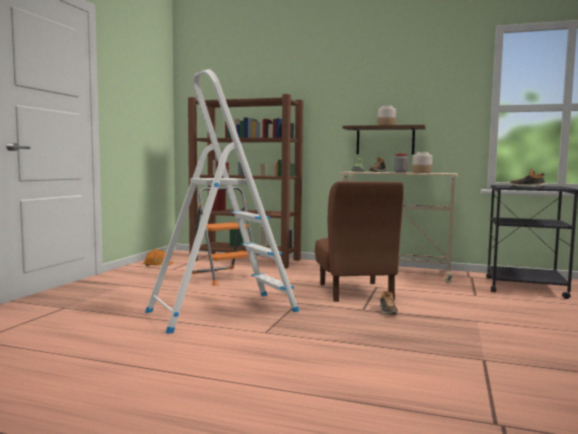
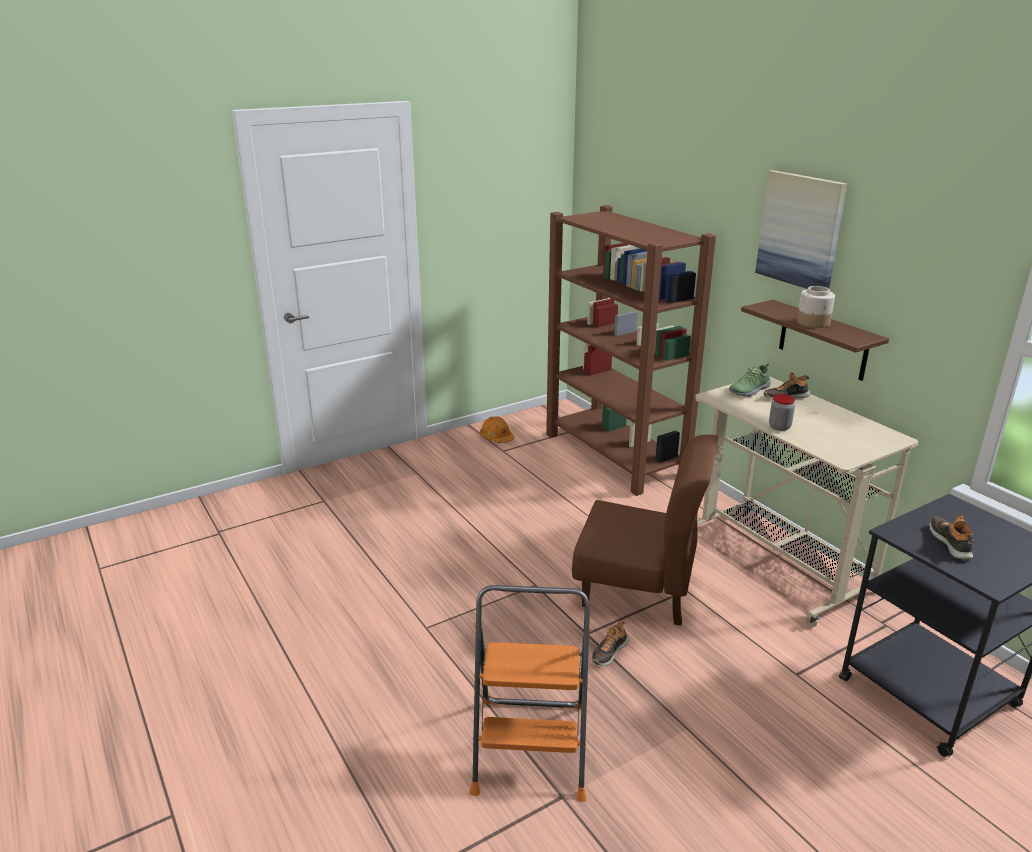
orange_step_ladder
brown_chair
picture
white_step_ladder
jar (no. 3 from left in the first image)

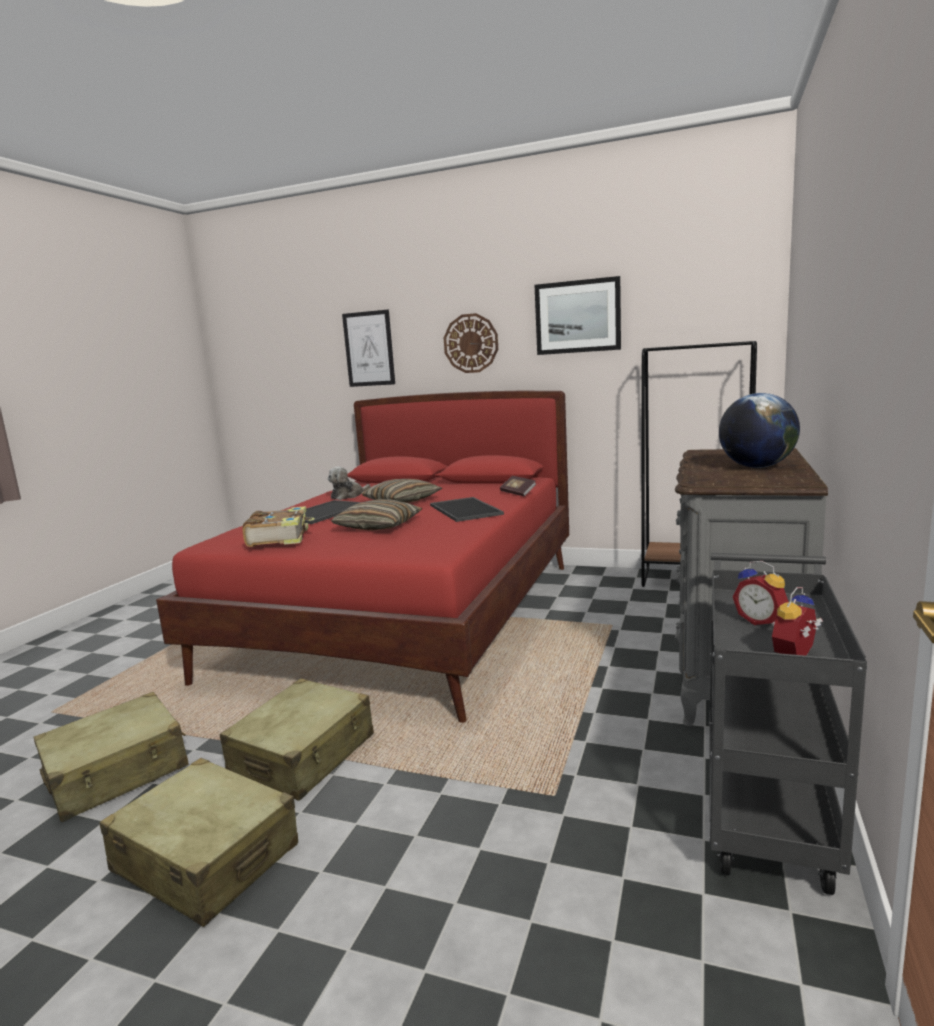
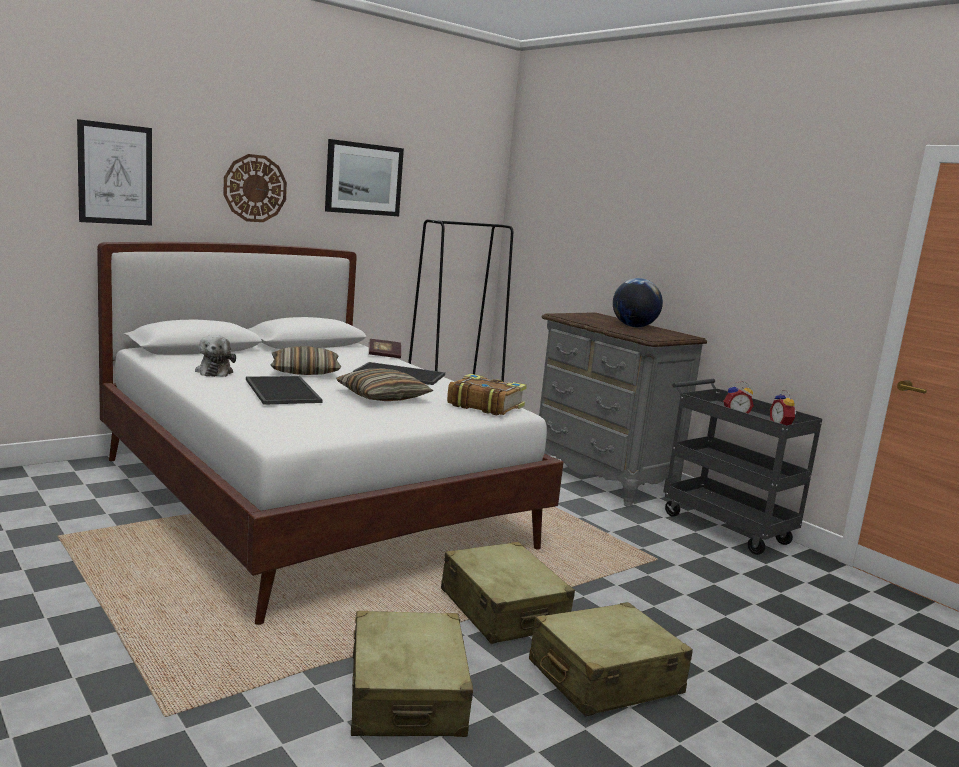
white_bed
book (no. 2 from left)

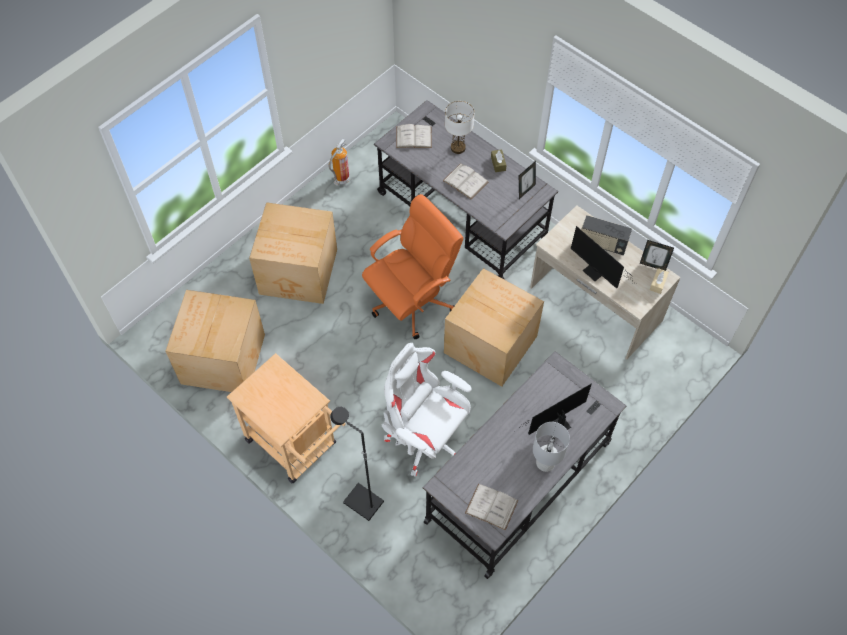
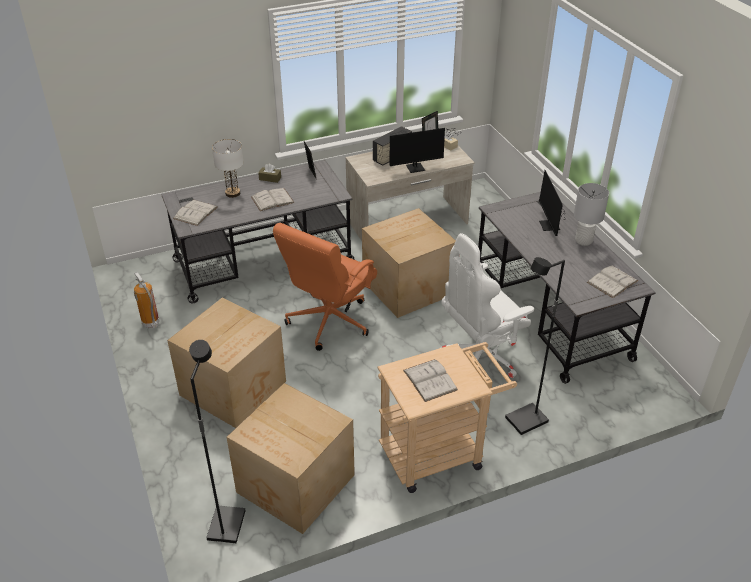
black_floor_lamp (no. 1 from left)
orange_office_chair
white_book (no. 3 from left)

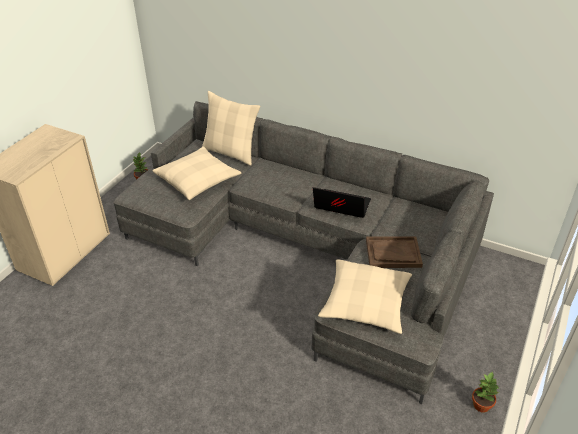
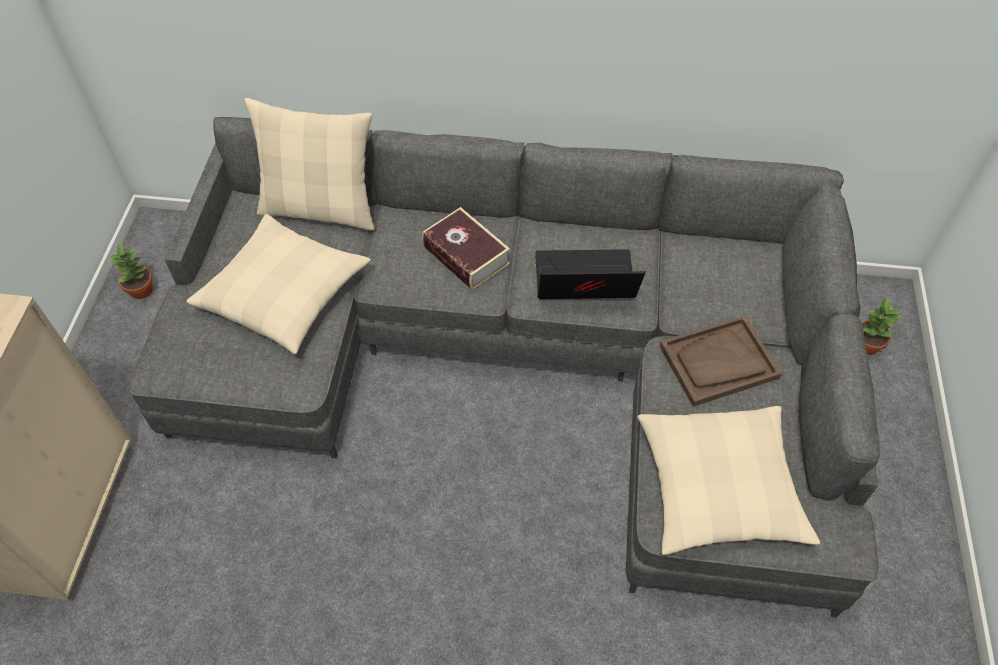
book
potted_plant (no. 2 from left)

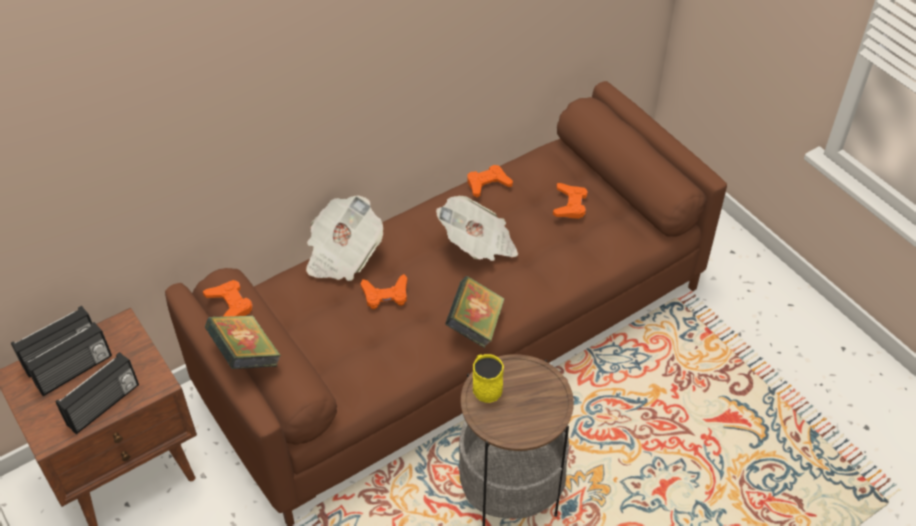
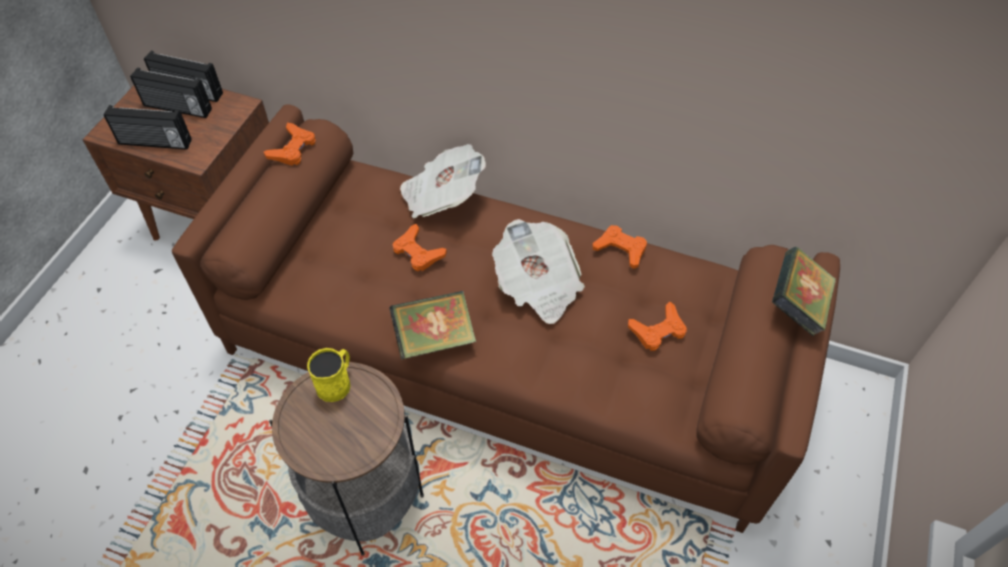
book (no. 2 from left)

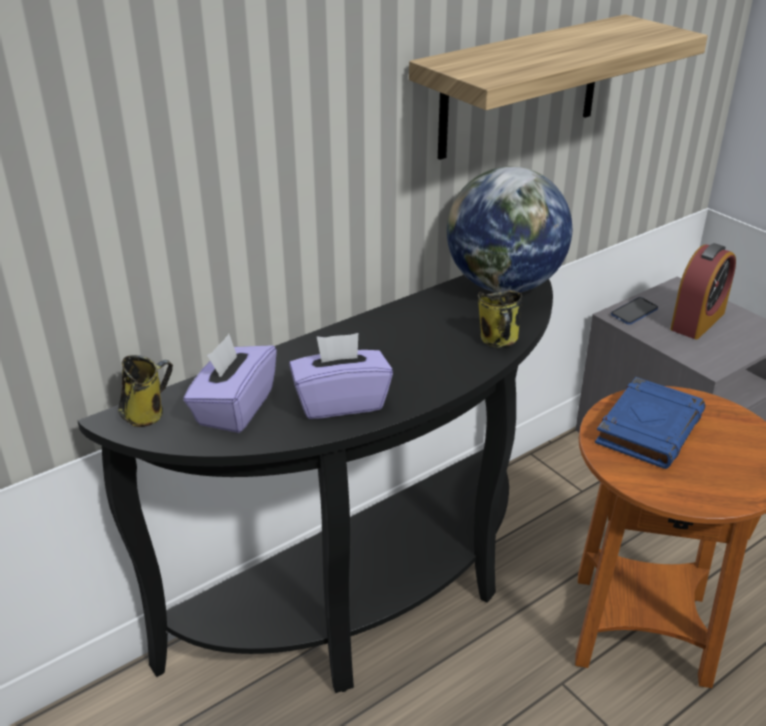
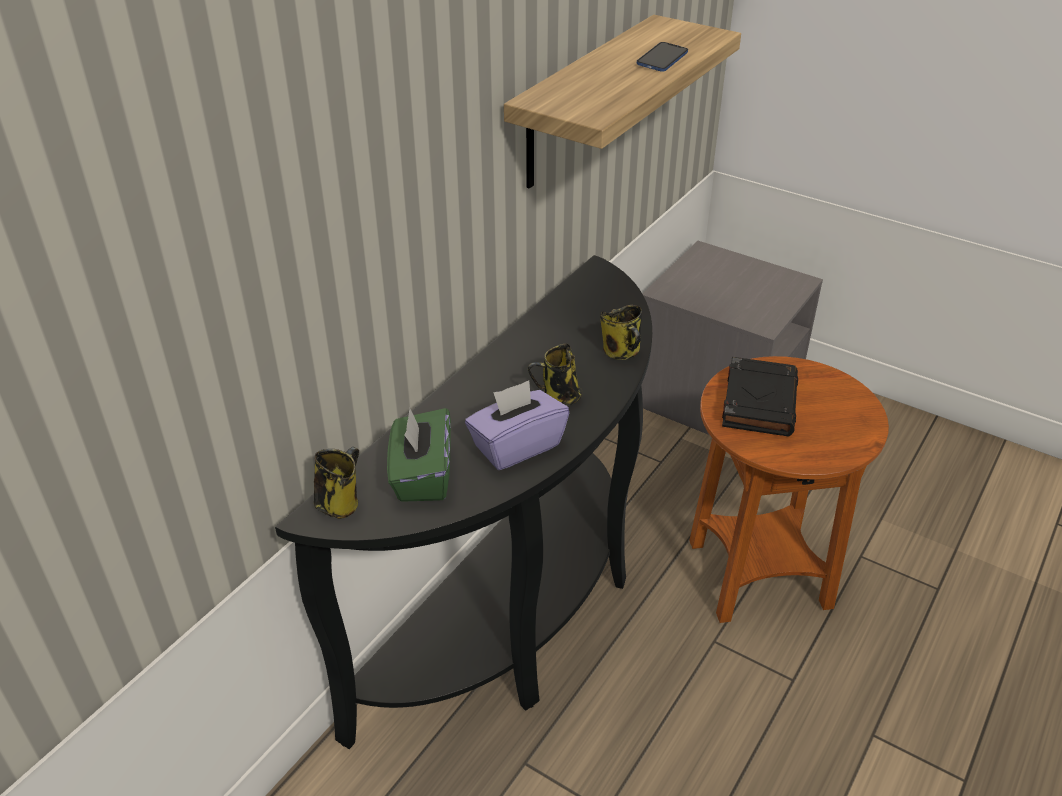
green_tissue_box
mug (no. 2 from left)
phone
black_book
globe
alarm_clock

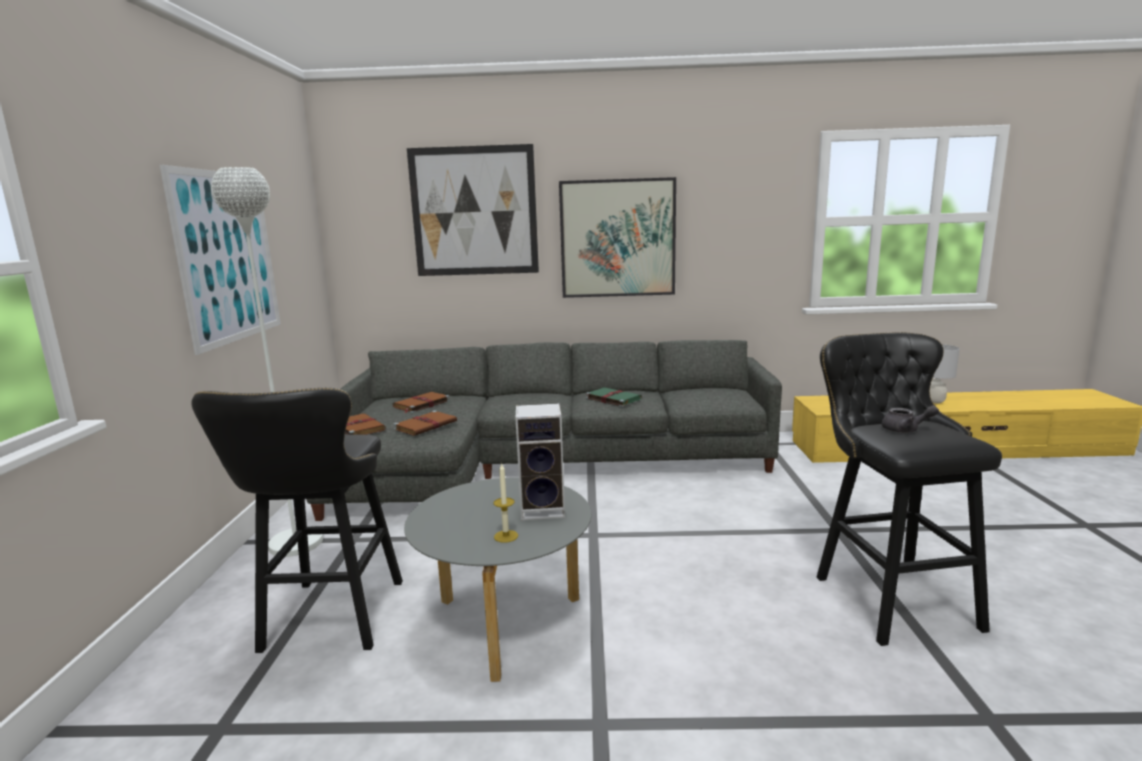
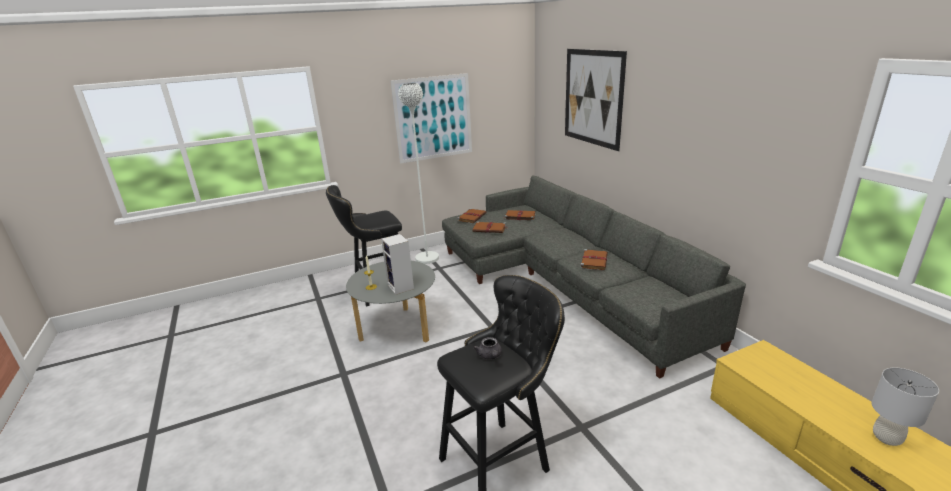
brown_book (no. 4 from left)
picture (no. 3 from left in the first image)

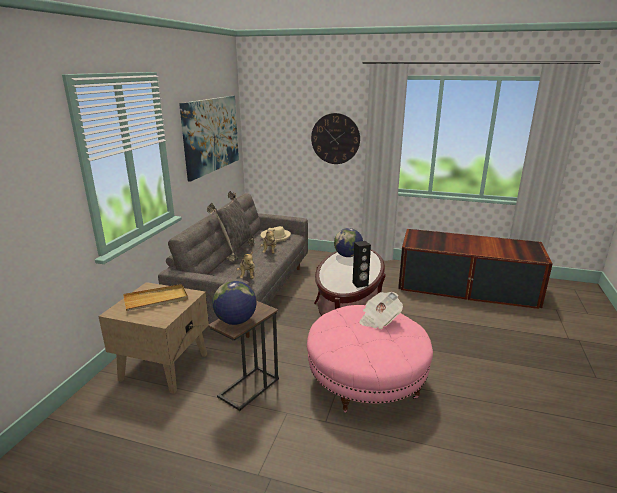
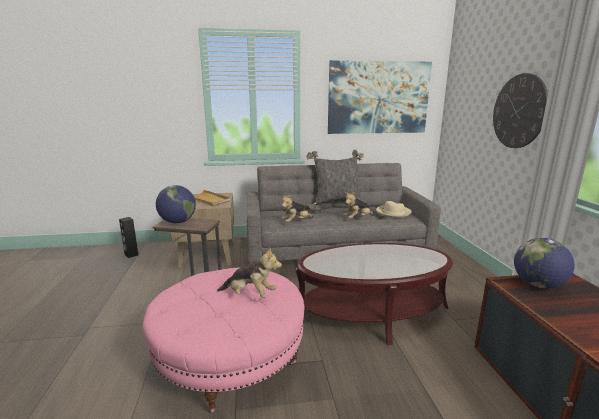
black_speaker
plush_toy (no. 1 from left)
globe (no. 2 from left)

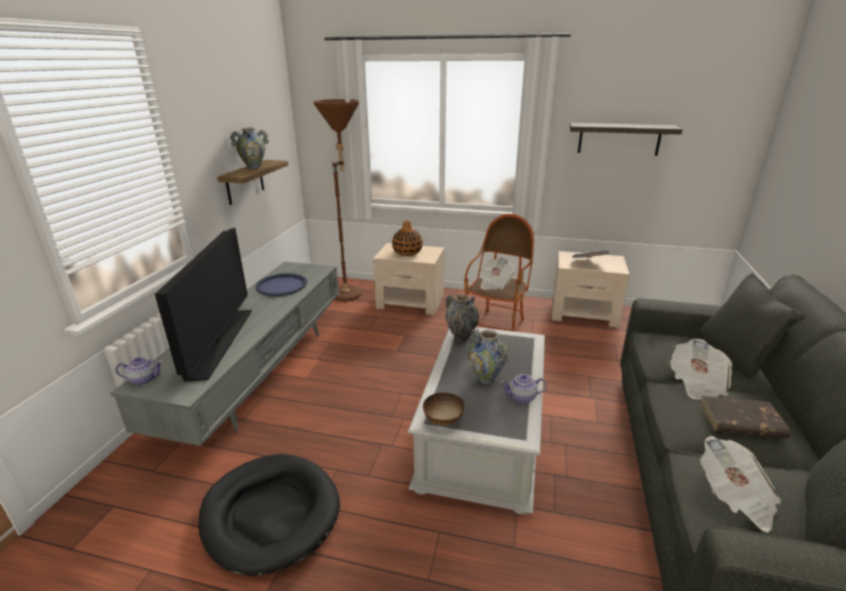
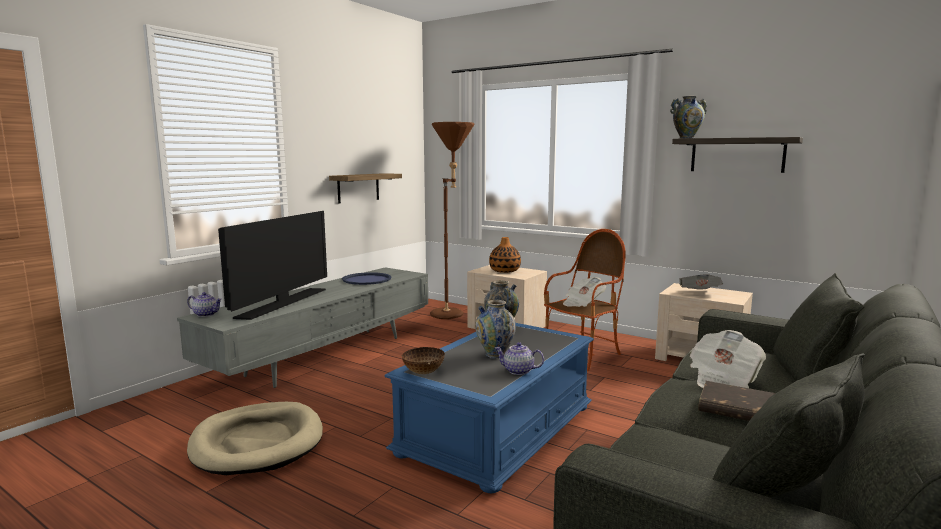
beige_dog_bed
blue_coffee_table
vase (no. 4 from left)
newspaper (no. 4 from left in the first image)

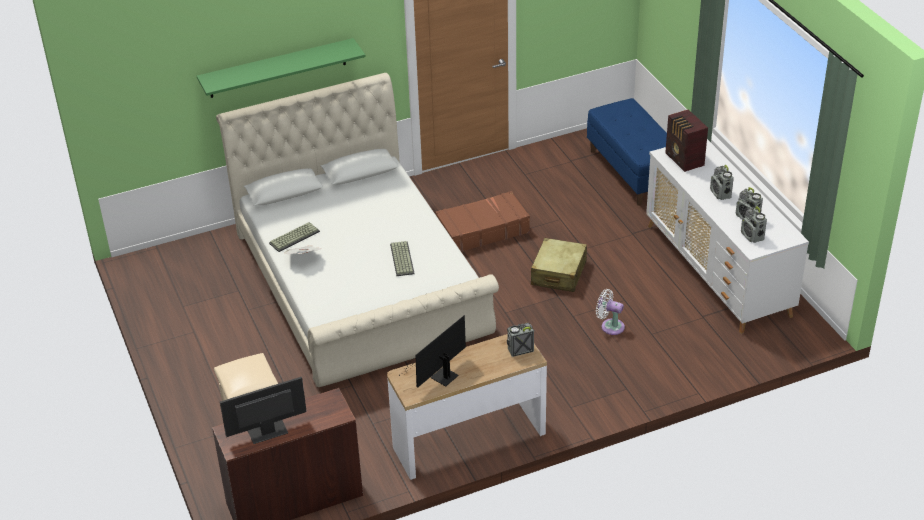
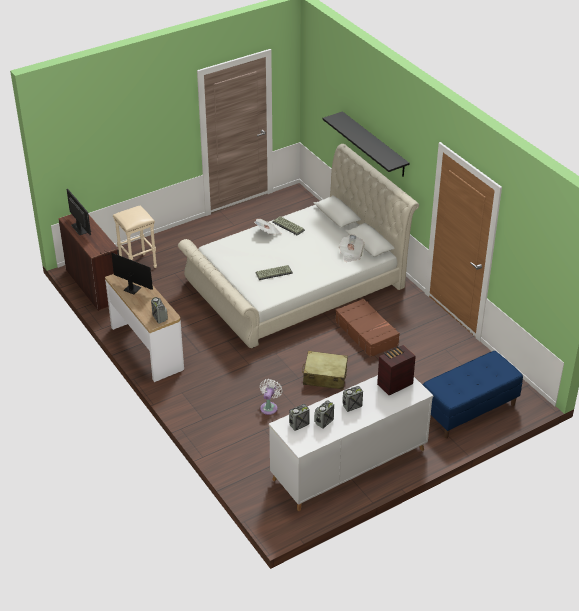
black_shelf
newspaper (no. 2 from left)

